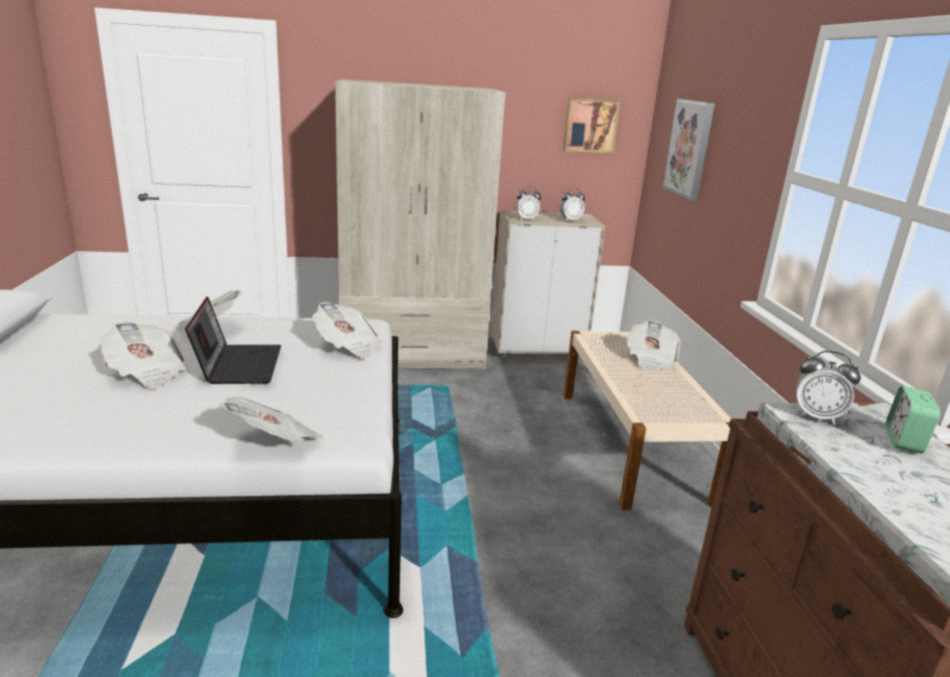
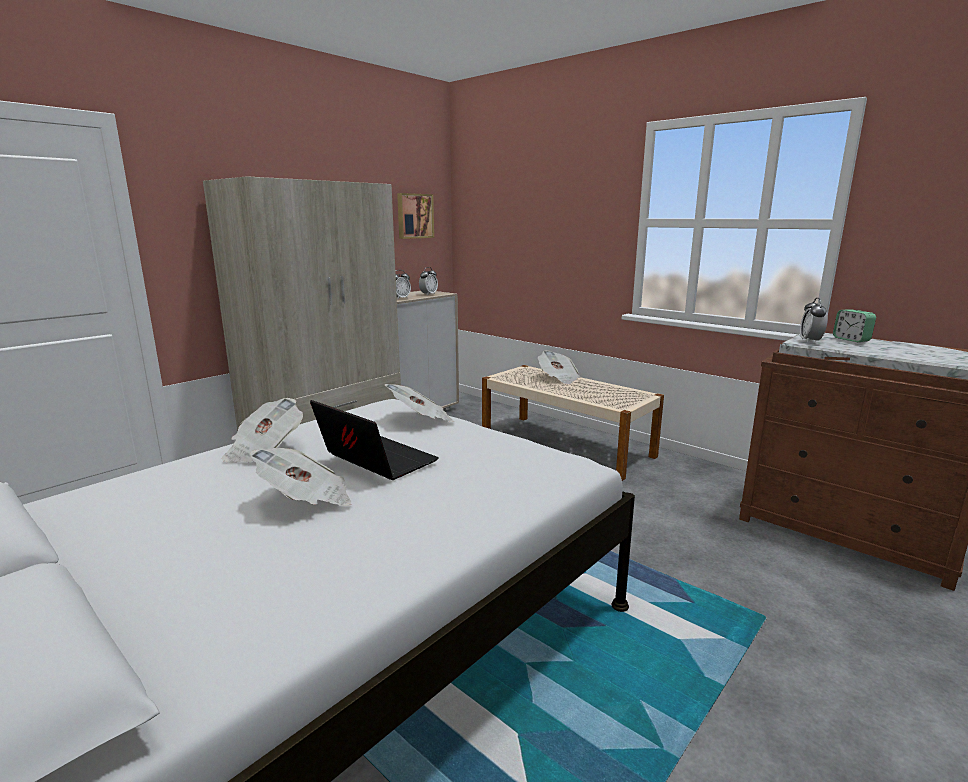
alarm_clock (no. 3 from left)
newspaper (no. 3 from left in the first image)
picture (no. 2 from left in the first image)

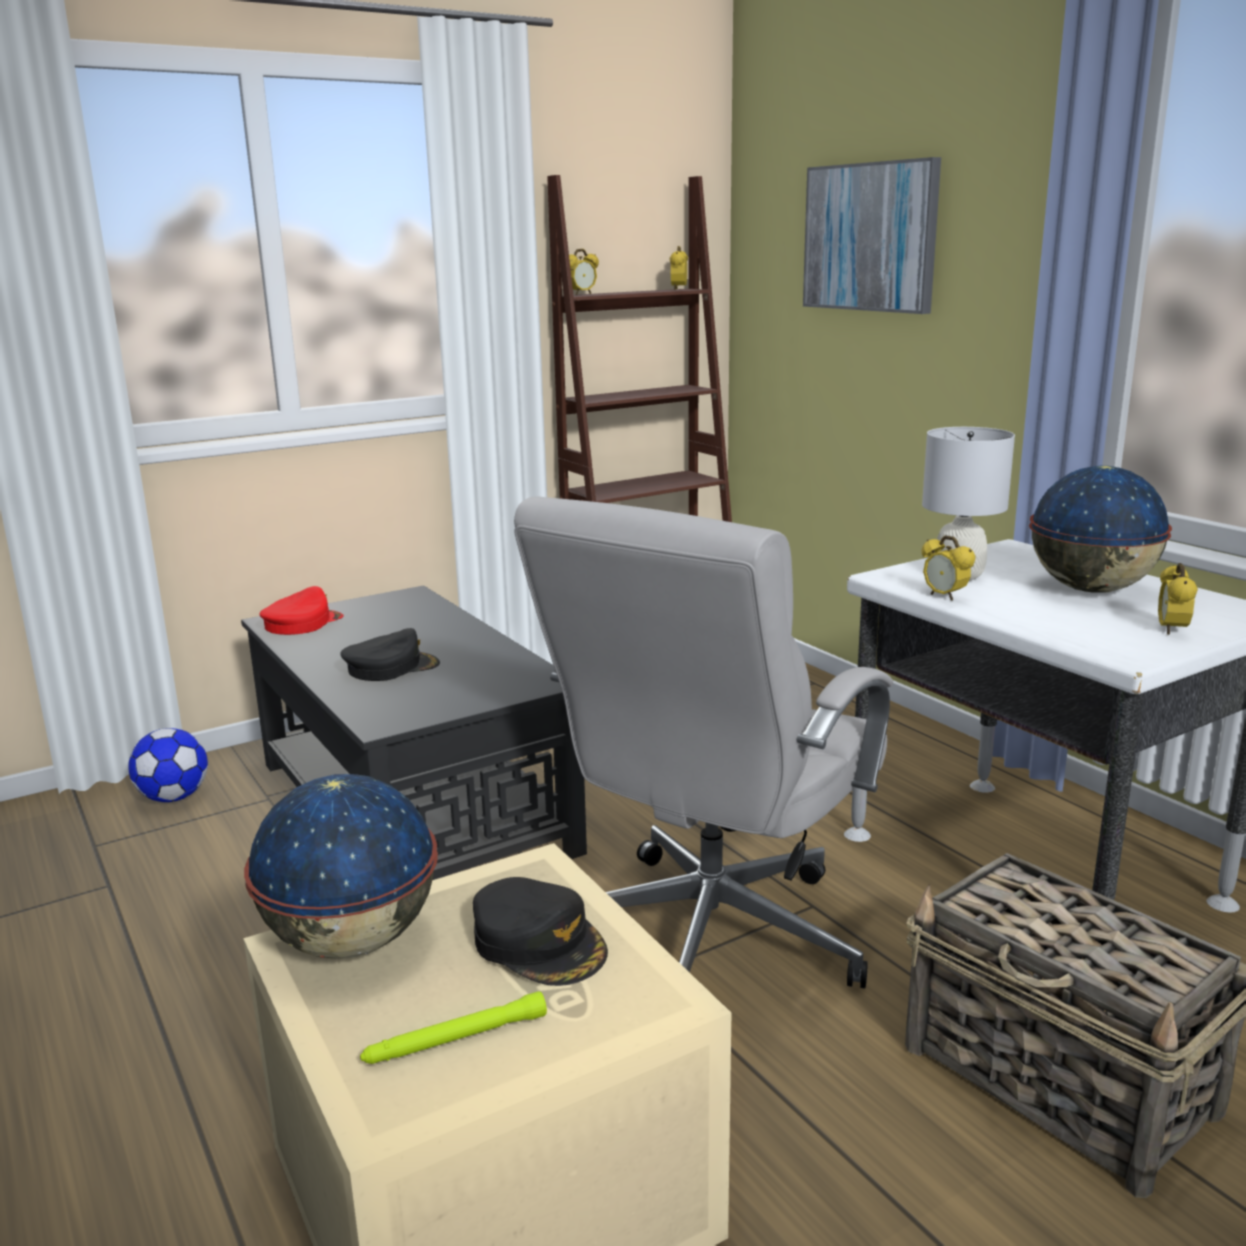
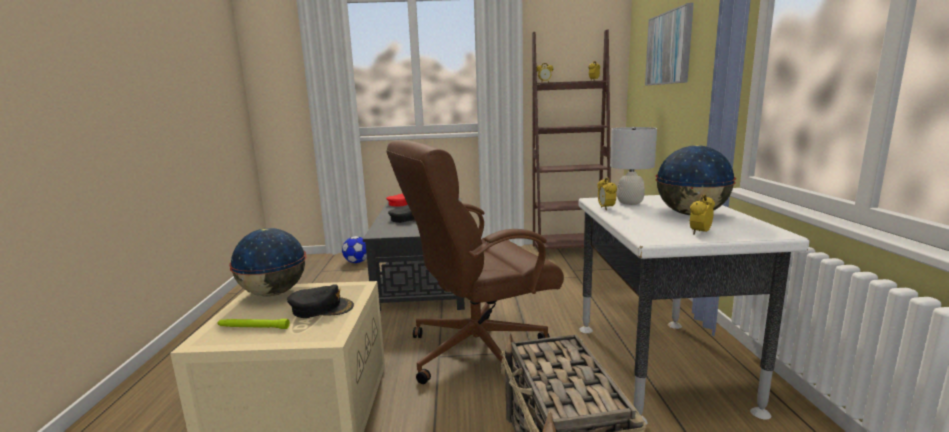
black_cap (no. 1 from left)
brown_office_chair

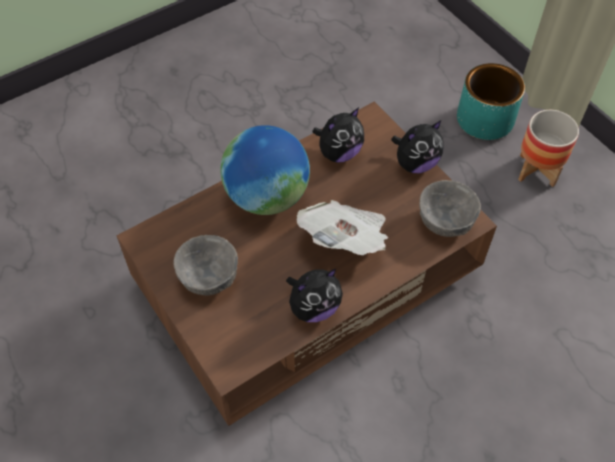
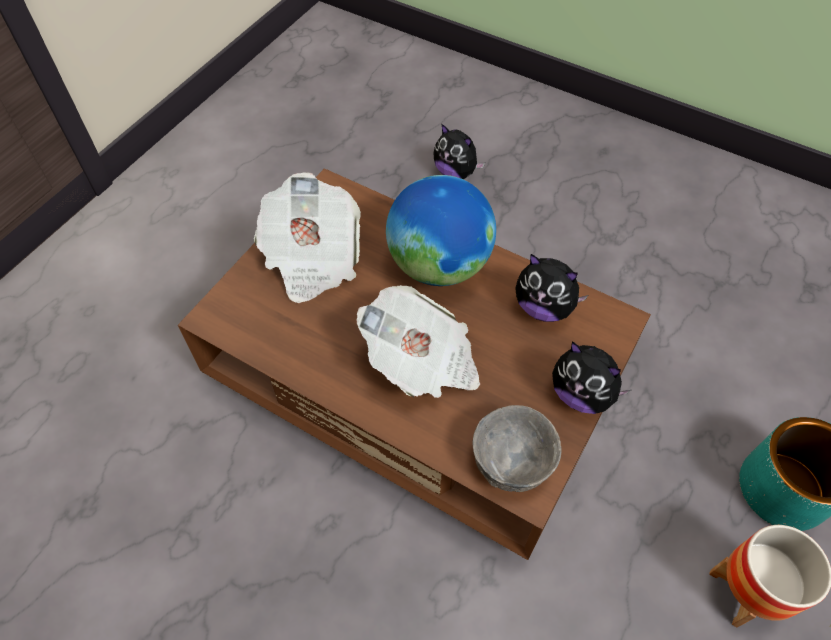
newspaper (no. 1 from left)
plush_toy (no. 1 from left)

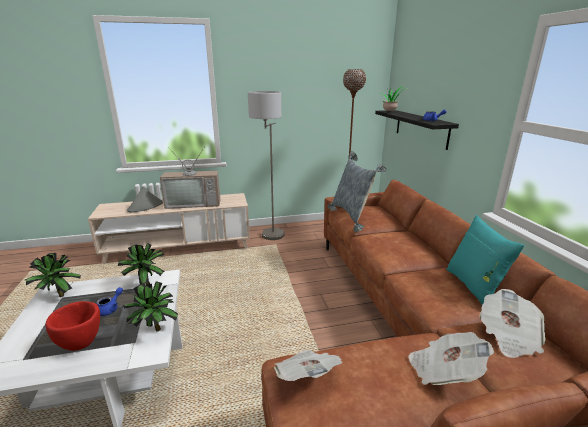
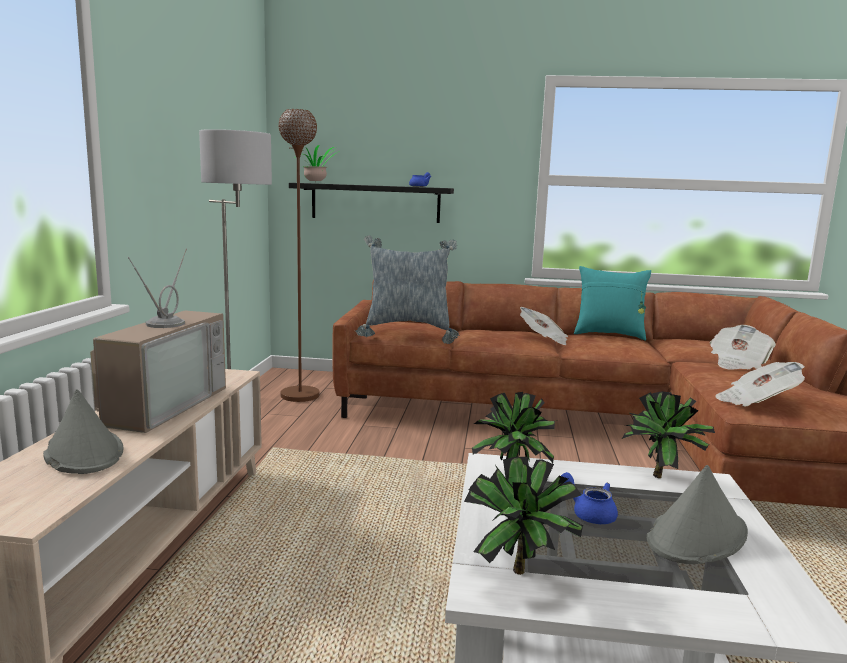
newspaper (no. 1 from left)
grey_hat (no. 2 from left)

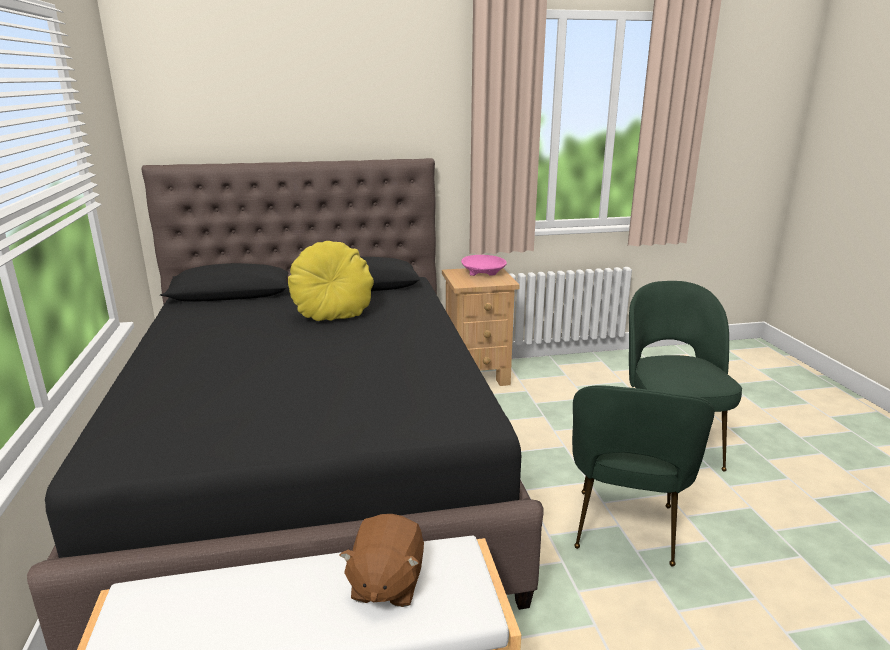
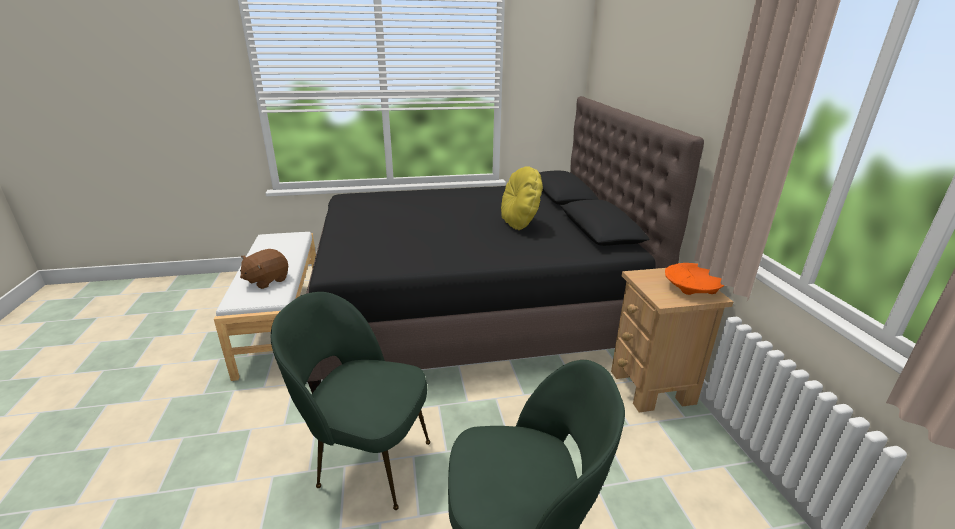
brown_plush_toy
orange_bowl

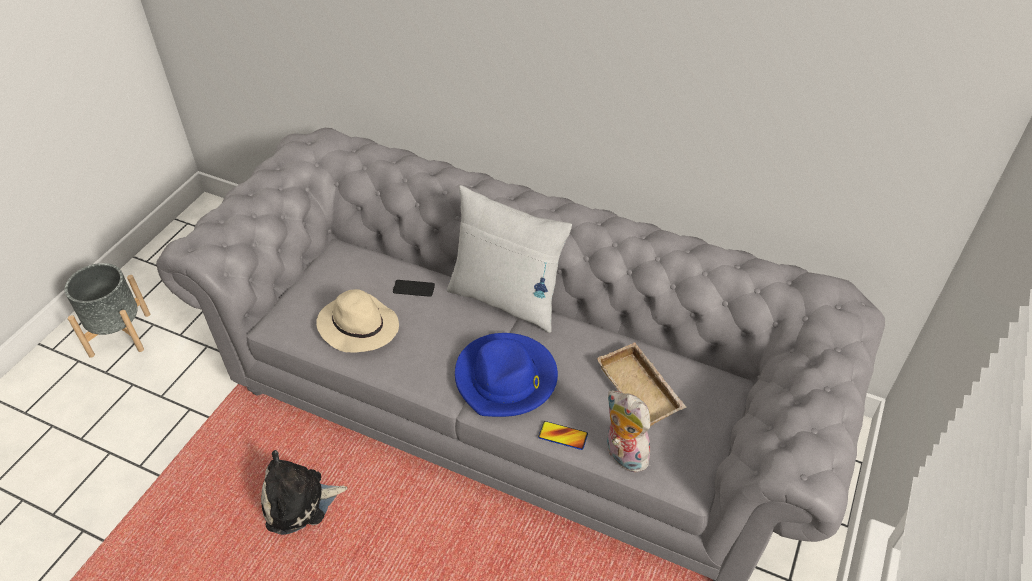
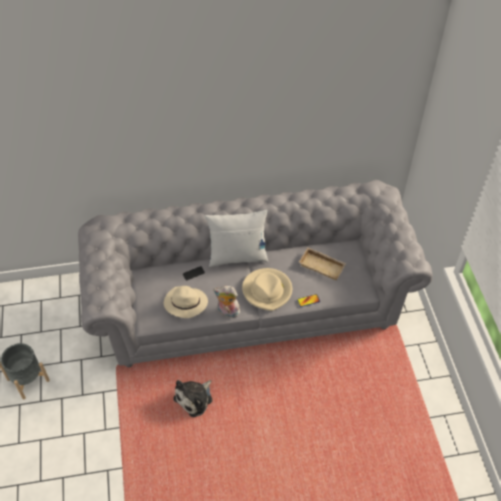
plush_toy (no. 2 from left)
beige_hat (no. 2 from left)

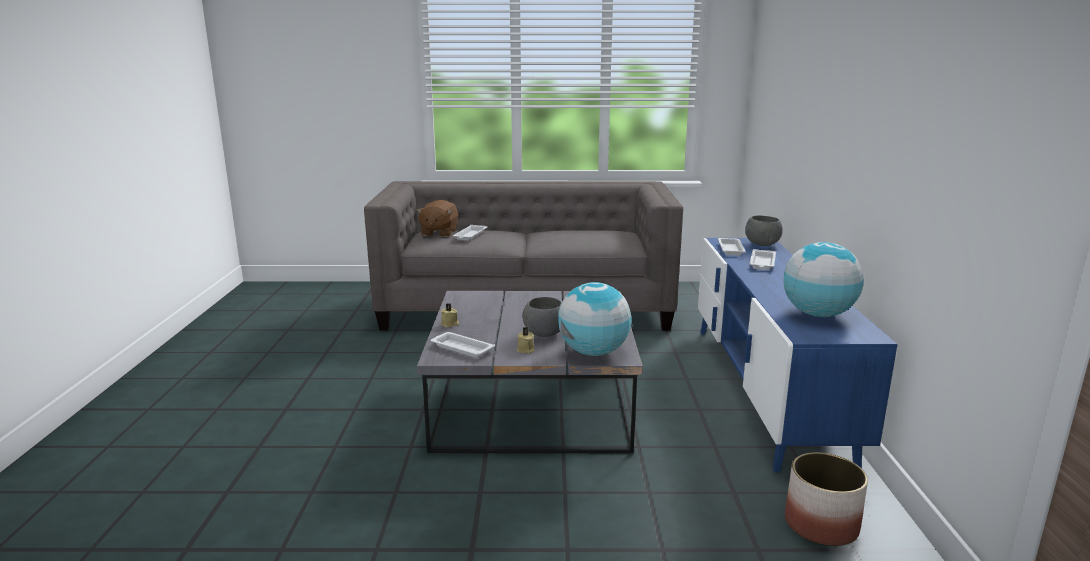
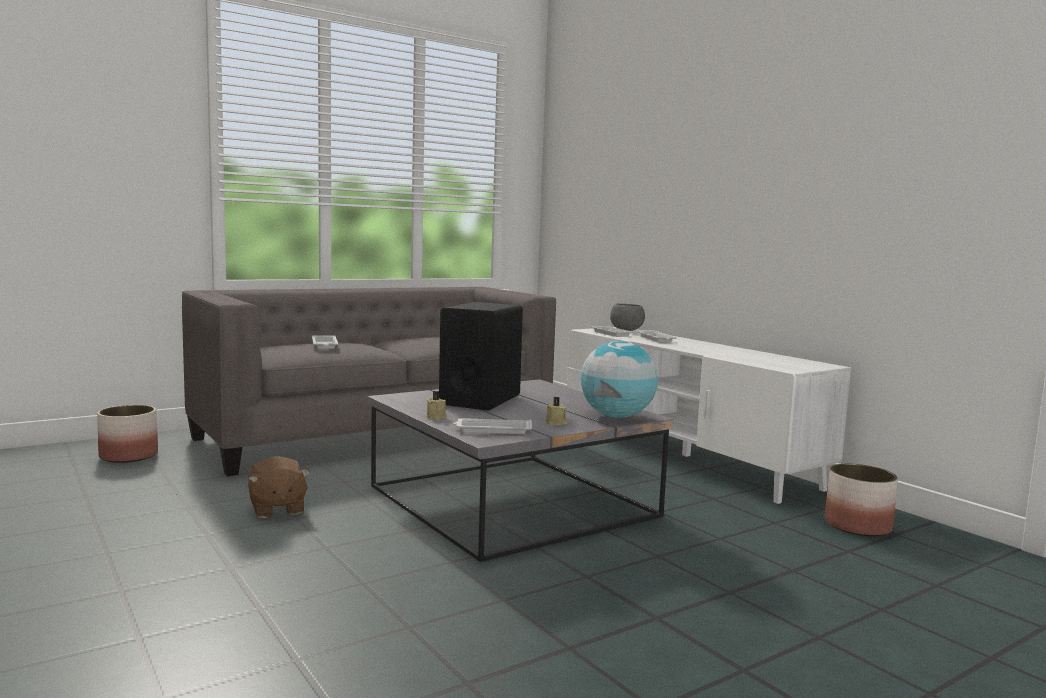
planter (no. 1 from left)
brown_plush_toy
black_speaker
white_tv_stand
grey_bowl (no. 1 from left in the first image)
globe (no. 2 from left in the first image)

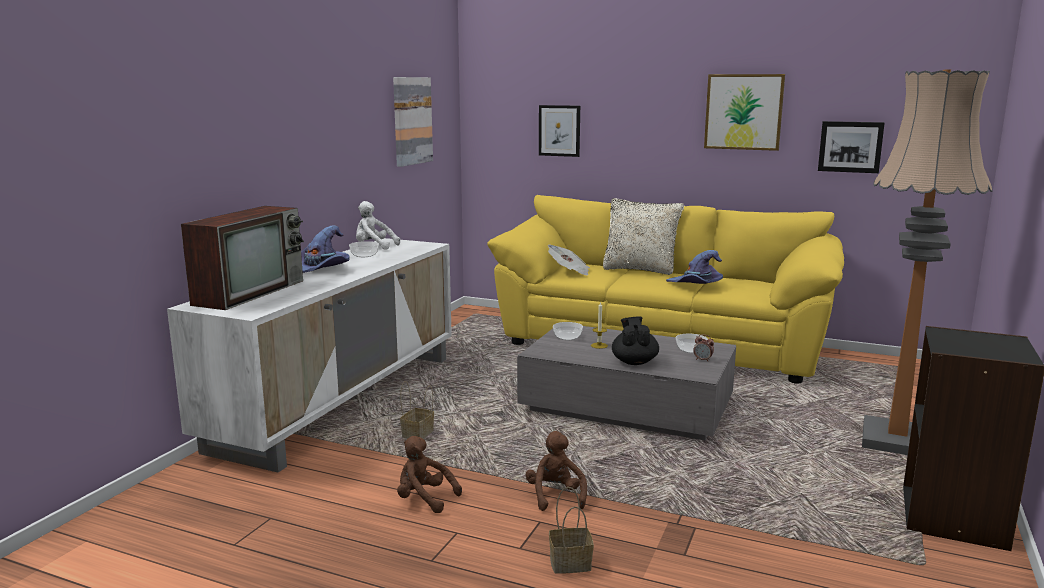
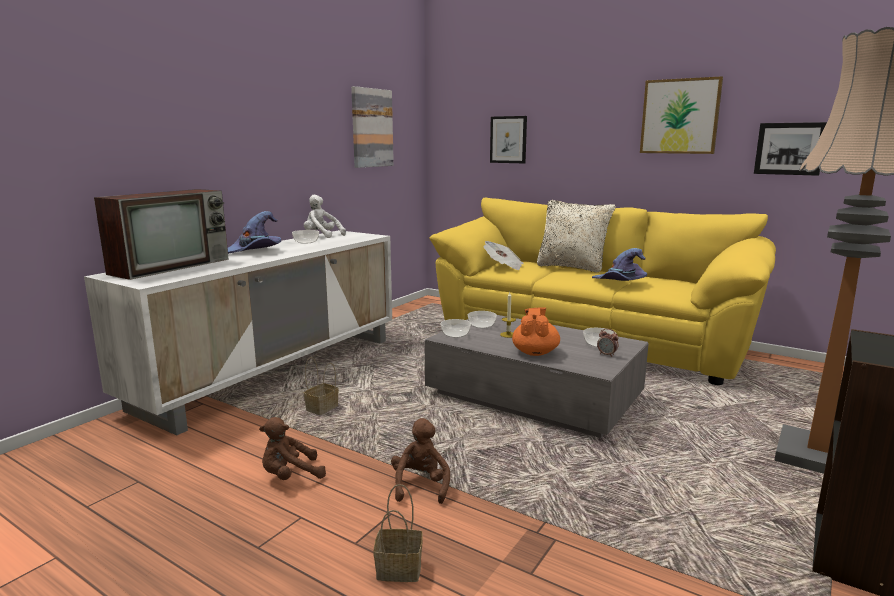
brown_plush_toy (no. 1 from left)
bowl (no. 2 from left)
orange_teapot

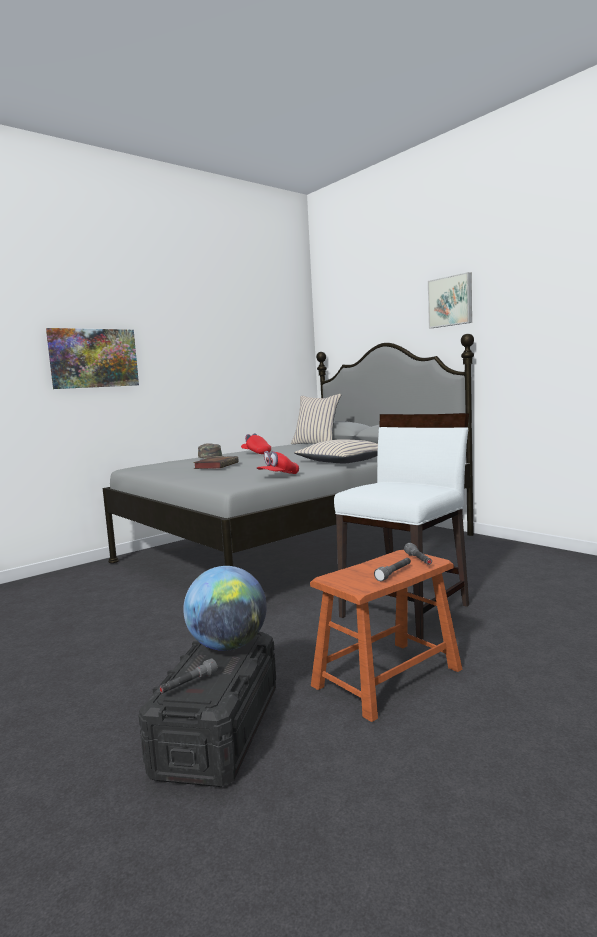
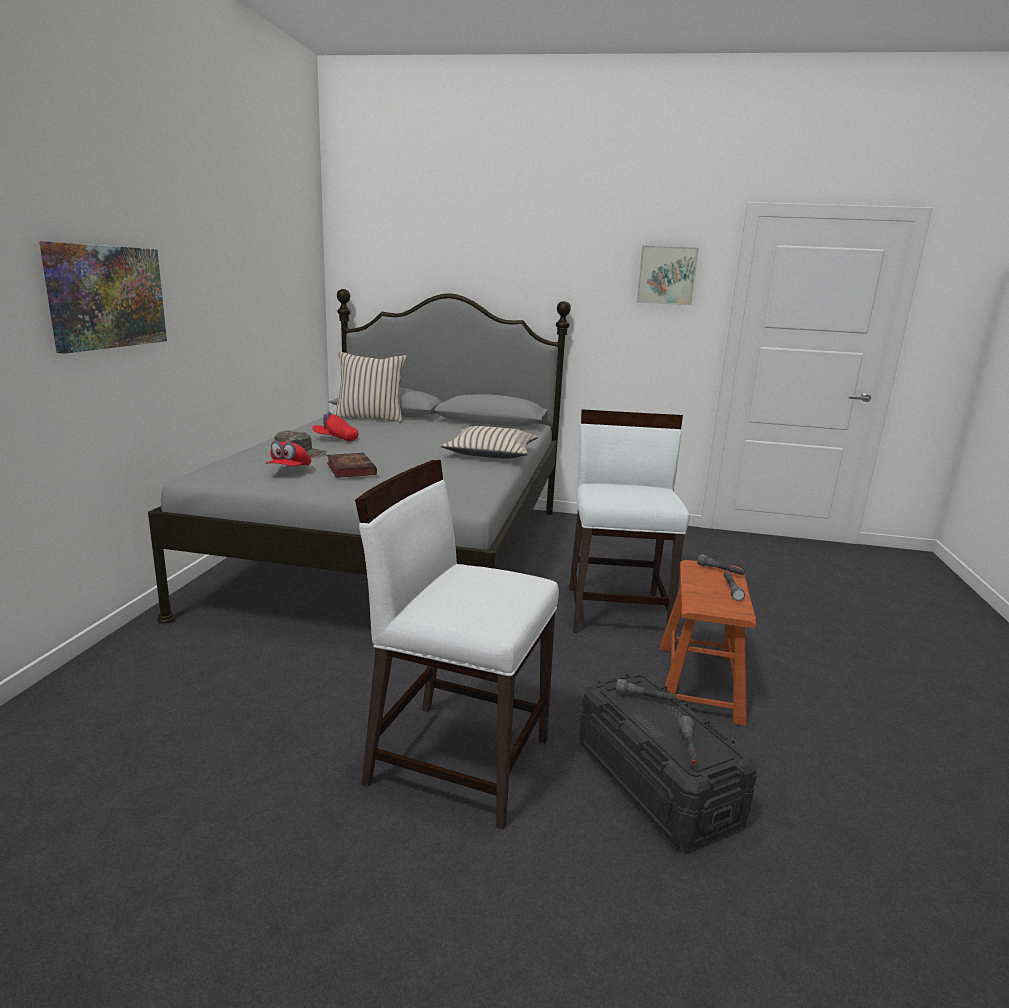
red_cap (no. 1 from left)
white_chair (no. 1 from left)
grey_flashlight (no. 1 from left)
picture (no. 2 from left)

